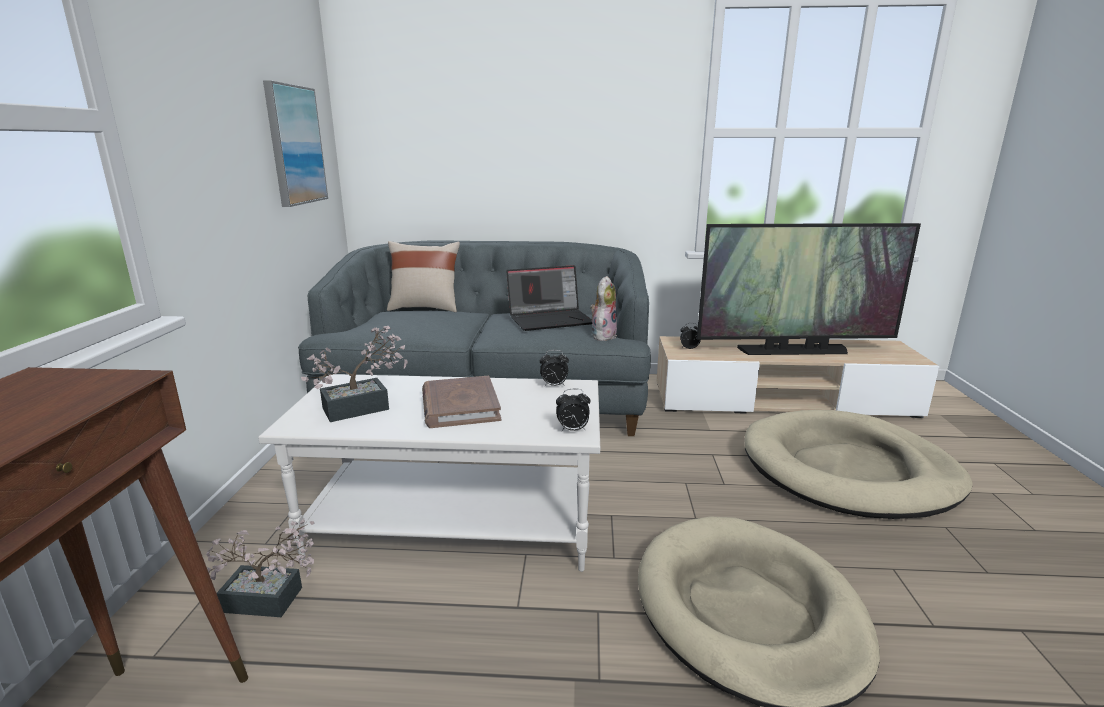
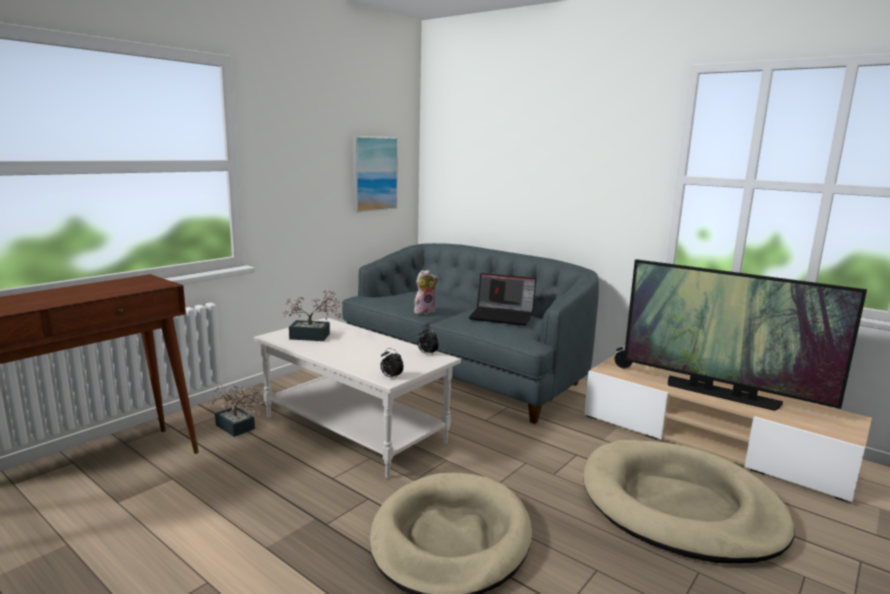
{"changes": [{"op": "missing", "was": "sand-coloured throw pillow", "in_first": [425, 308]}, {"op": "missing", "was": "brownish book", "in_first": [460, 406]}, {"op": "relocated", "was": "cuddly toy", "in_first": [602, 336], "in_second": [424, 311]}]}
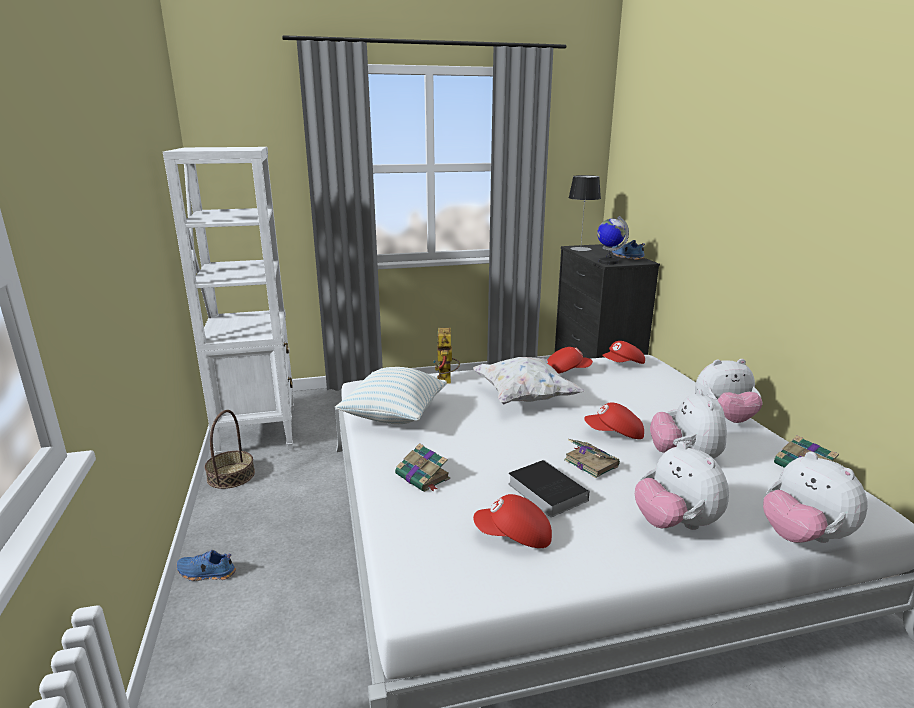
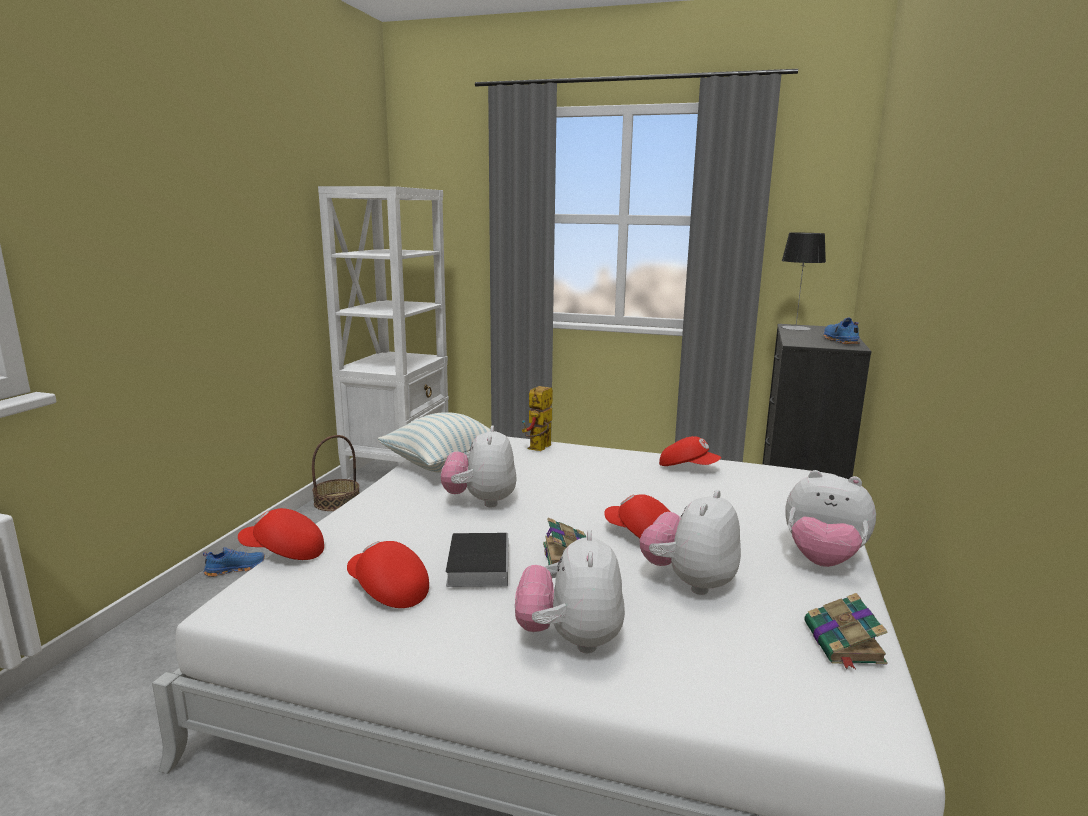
{"changes": [{"op": "missing", "was": "book", "in_first": [423, 477]}, {"op": "missing", "was": "white-coloured throw pillow", "in_first": [524, 397]}, {"op": "missing", "was": "desk globe", "in_first": [608, 262]}, {"op": "relocated", "was": "reddish baseball cap", "in_first": [623, 364], "in_second": [283, 553]}, {"op": "relocated", "was": "cuddly toy", "in_first": [803, 537], "in_second": [481, 501]}, {"op": "spun", "was": "blue-coloured low shoe", "in_first": [206, 574], "in_second": [235, 568], "clockwise": 120}]}
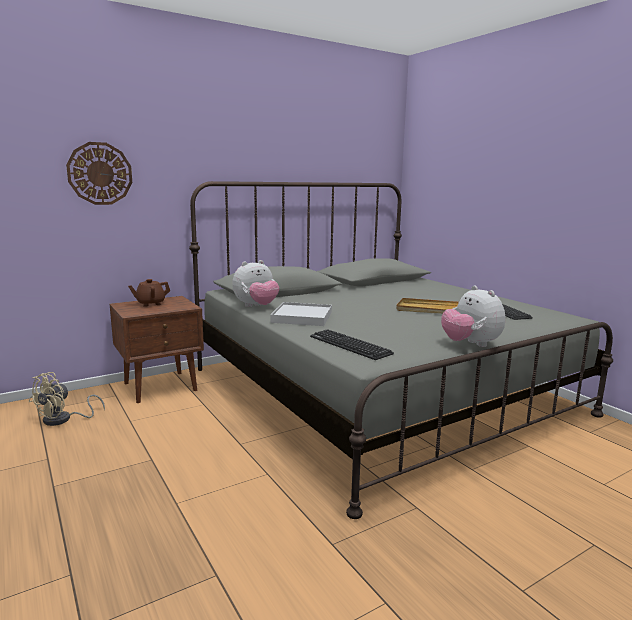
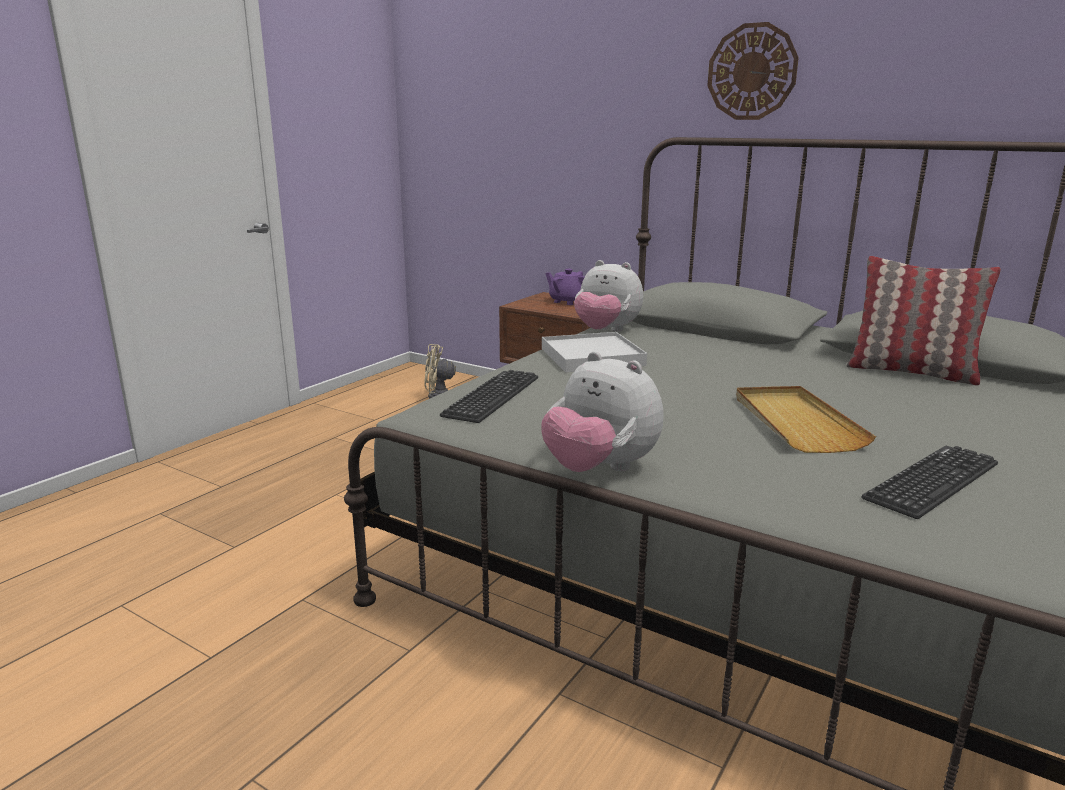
{"changes": [{"op": "appeared", "now": "throw pillow", "in_second": [911, 372]}, {"op": "relocated", "was": "hanging clock", "in_first": [100, 173], "in_second": [752, 72]}, {"op": "colour", "was": "brownish pot for tea", "now": "purple pot for tea", "in_first": [150, 303], "in_second": [567, 301]}, {"op": "spun", "was": "cuddly toy", "in_first": [470, 344], "in_second": [600, 469], "clockwise": -90}]}
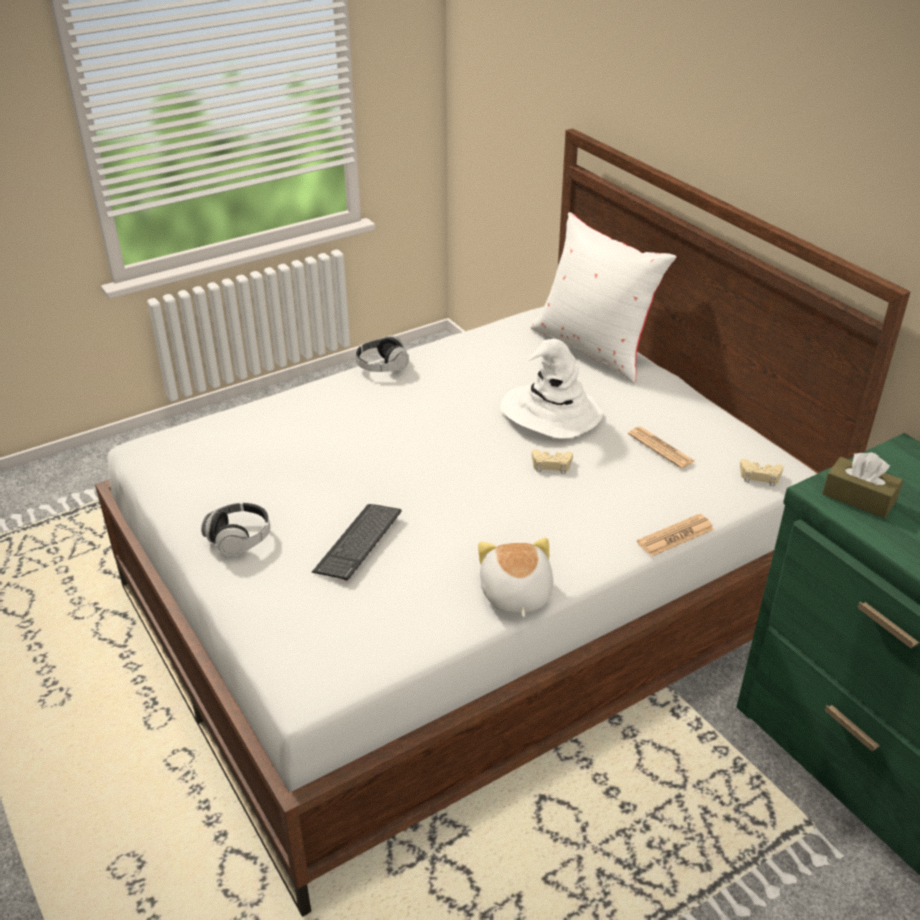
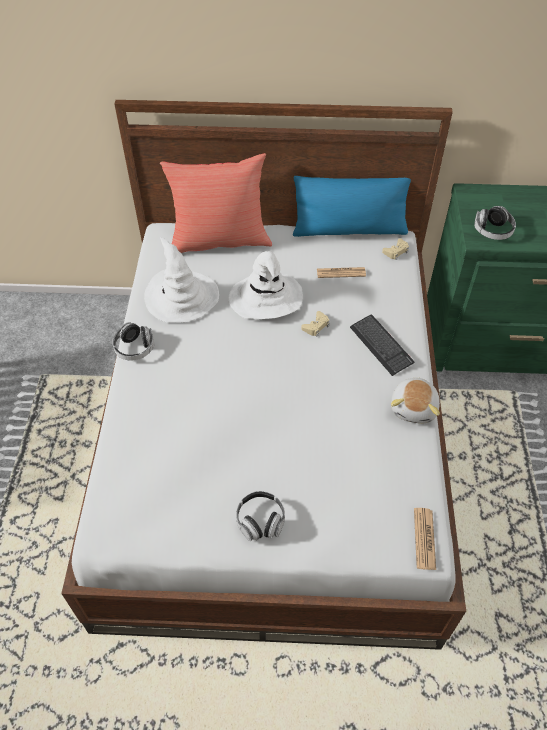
{"changes": [{"op": "appeared", "now": "white-coloured hat", "in_second": [181, 297]}, {"op": "appeared", "now": "blue-coloured throw pillow", "in_second": [349, 230]}, {"op": "relocated", "was": "keyboard", "in_first": [358, 543], "in_second": [381, 345]}, {"op": "relocated", "was": "daily paper", "in_first": [675, 536], "in_second": [424, 539]}, {"op": "exchanged", "was": "brownish tissue box", "now": "pair of headphones", "in_first": [859, 498], "in_second": [492, 231]}, {"op": "colour", "was": "white-coloured throw pillow", "now": "reddish throw pillow", "in_first": [594, 348], "in_second": [219, 240]}, {"op": "spun", "was": "cuddly toy", "in_first": [515, 595], "in_second": [414, 407], "clockwise": -105}]}
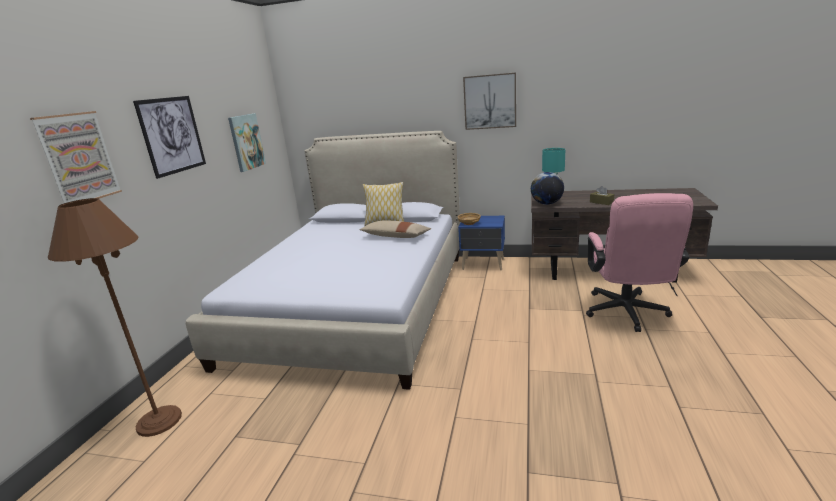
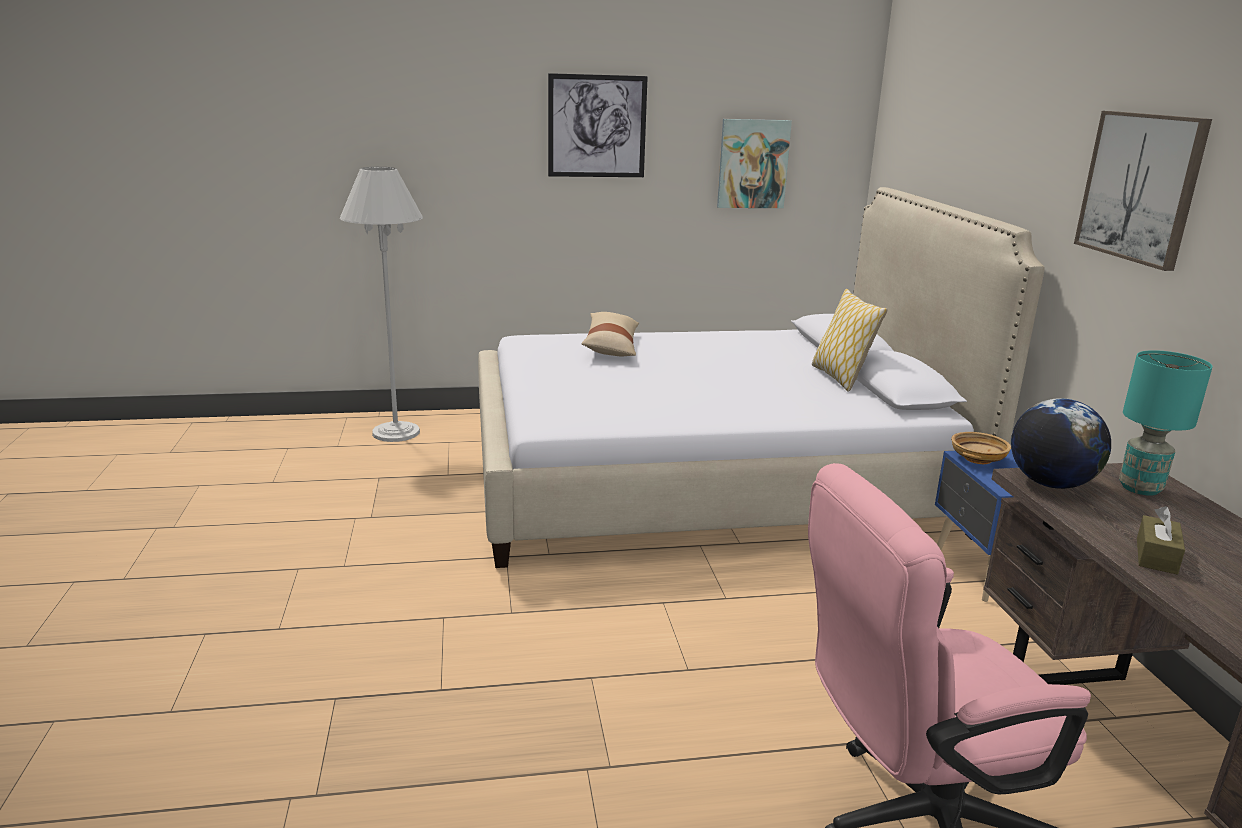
{"changes": [{"op": "missing", "was": "picture", "in_first": [78, 158]}, {"op": "relocated", "was": "sand-coloured throw pillow", "in_first": [395, 236], "in_second": [611, 346]}, {"op": "colour", "was": "brownish standing lamp", "now": "white-coloured standing lamp", "in_first": [159, 421], "in_second": [396, 432]}]}
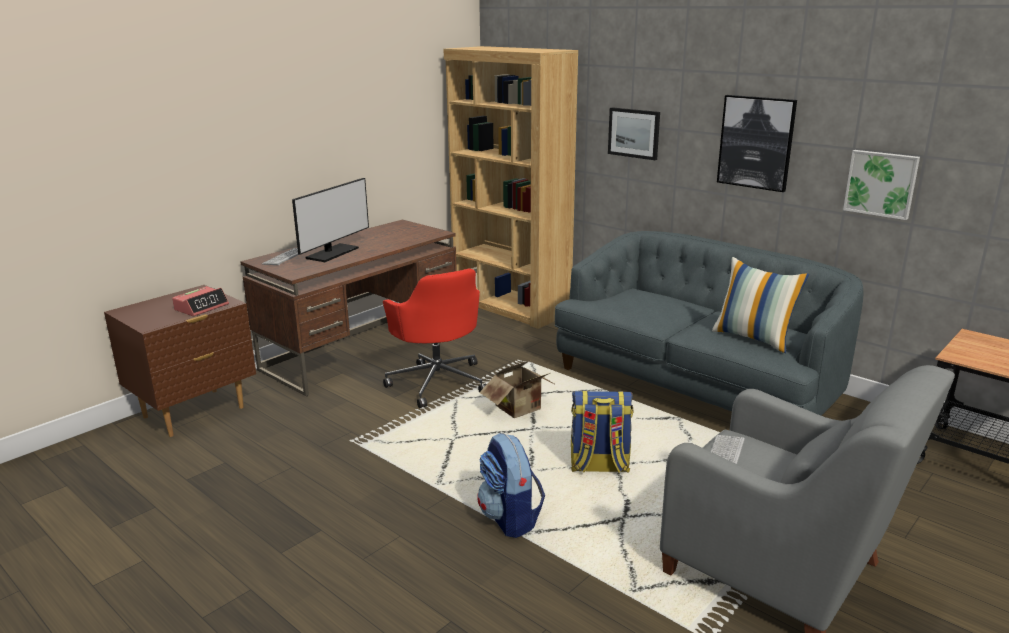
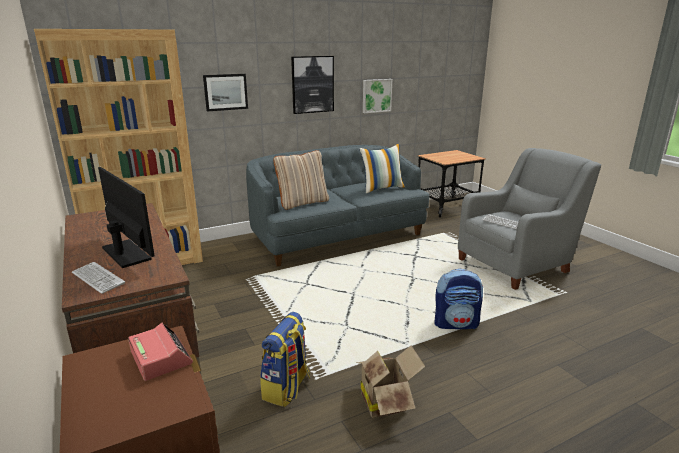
{"changes": [{"op": "missing", "was": "reddish office chair", "in_first": [438, 382]}, {"op": "appeared", "now": "sand-coloured throw pillow", "in_second": [302, 203]}, {"op": "relocated", "was": "packing box", "in_first": [521, 409], "in_second": [386, 401]}, {"op": "relocated", "was": "knapsack", "in_first": [599, 466], "in_second": [287, 388]}]}
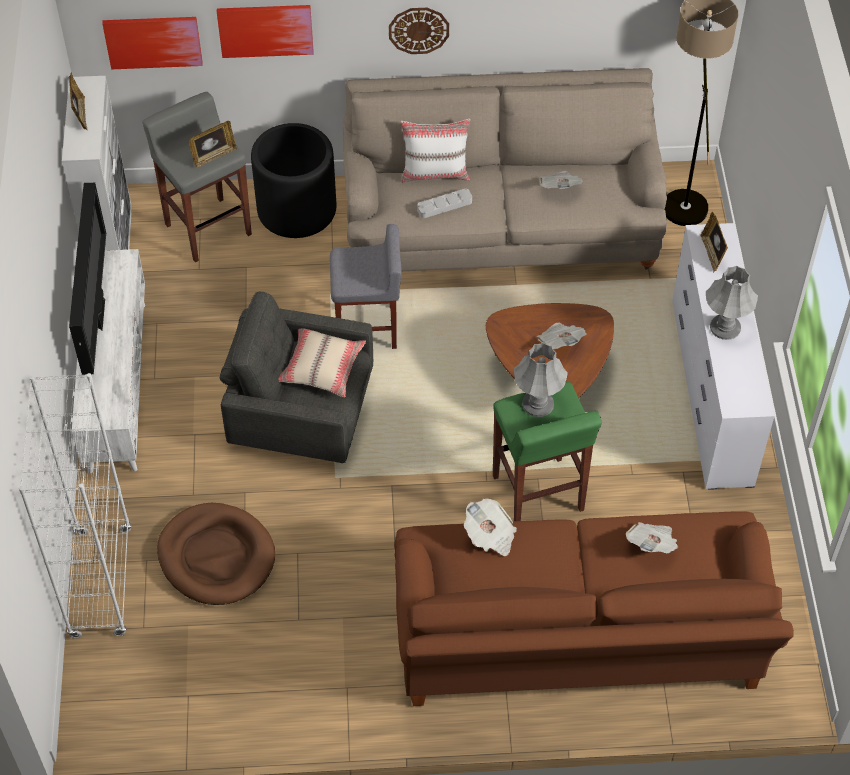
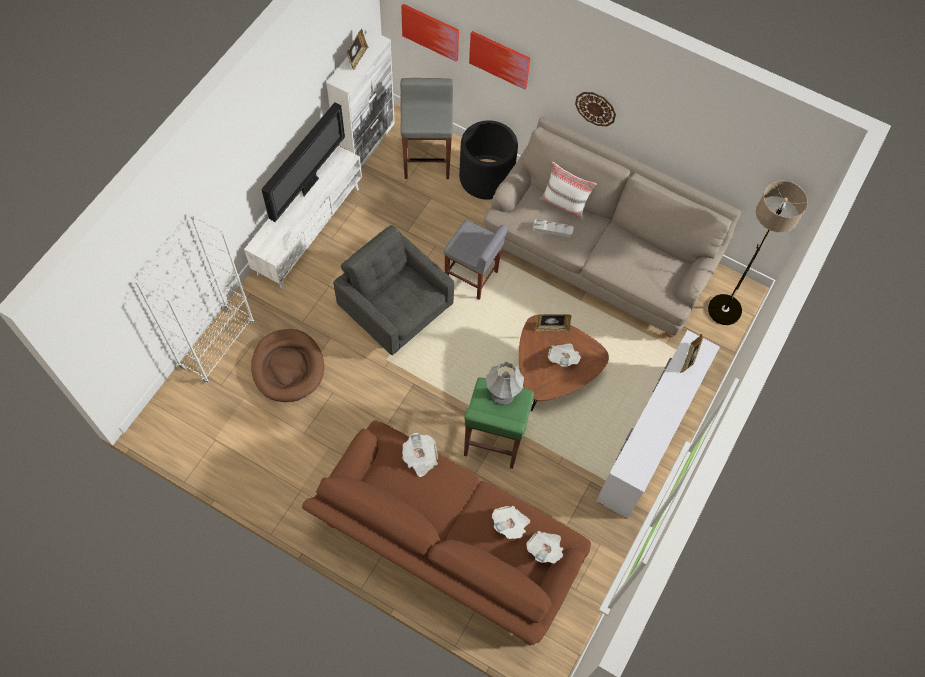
{"changes": [{"op": "missing", "was": "sand-coloured throw pillow", "in_first": [322, 367]}, {"op": "missing", "was": "gray table lamp", "in_first": [725, 327]}, {"op": "relocated", "was": "photo frame", "in_first": [213, 156], "in_second": [551, 328]}, {"op": "relocated", "was": "daily paper", "in_first": [560, 188], "in_second": [545, 549]}]}
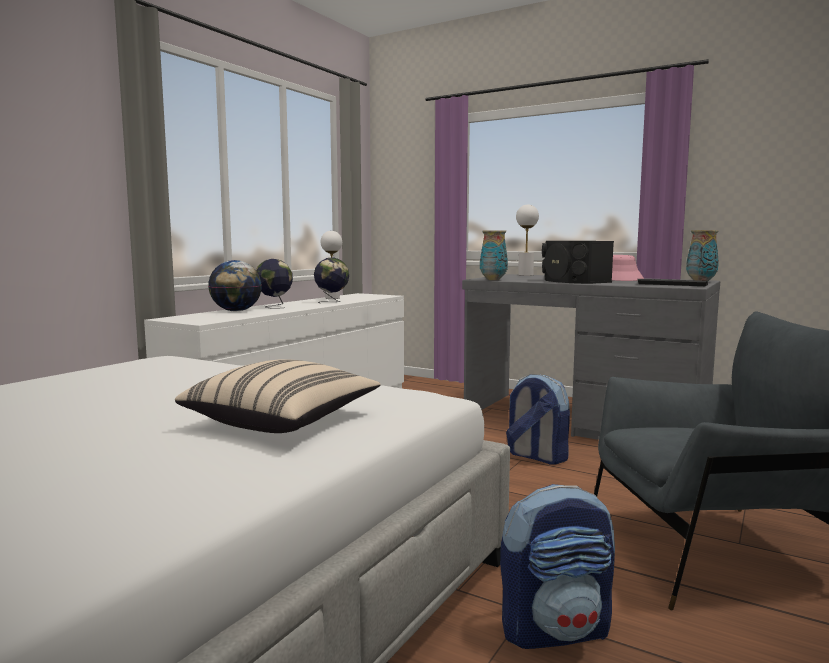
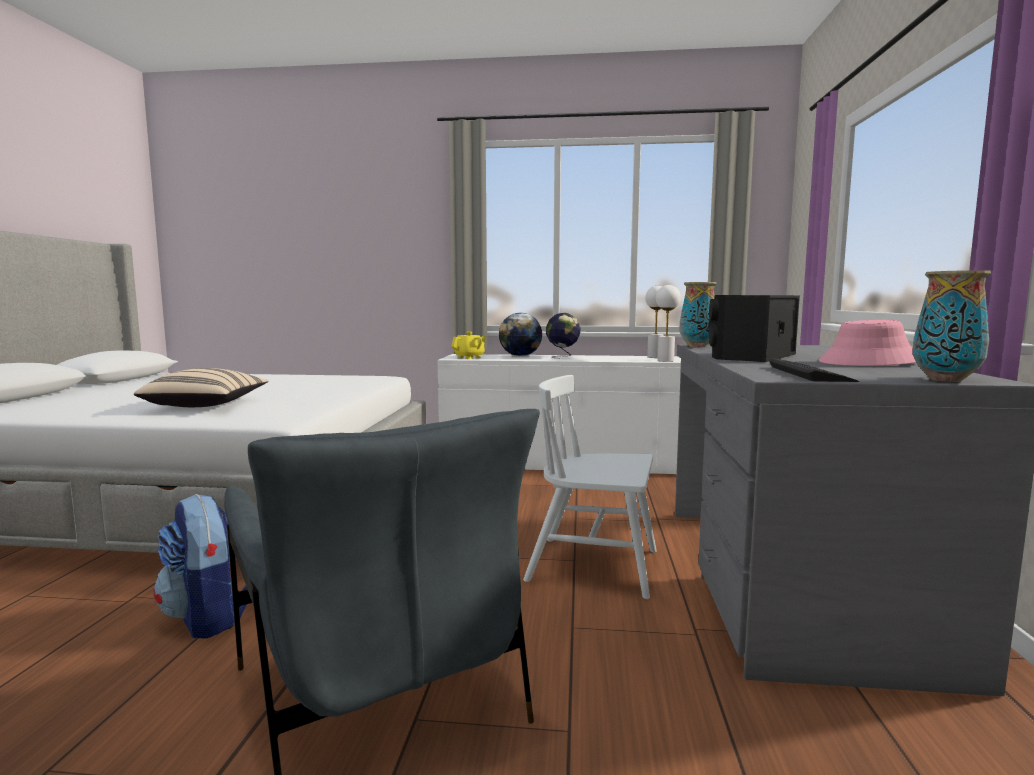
{"changes": [{"op": "missing", "was": "desk globe", "in_first": [332, 302]}, {"op": "appeared", "now": "yellowish pot for tea", "in_second": [469, 357]}, {"op": "relocated", "was": "white-coloured table lamp", "in_first": [525, 275], "in_second": [666, 361]}, {"op": "exchanged", "was": "knapsack", "now": "white-coloured chair", "in_first": [536, 456], "in_second": [594, 566]}]}
